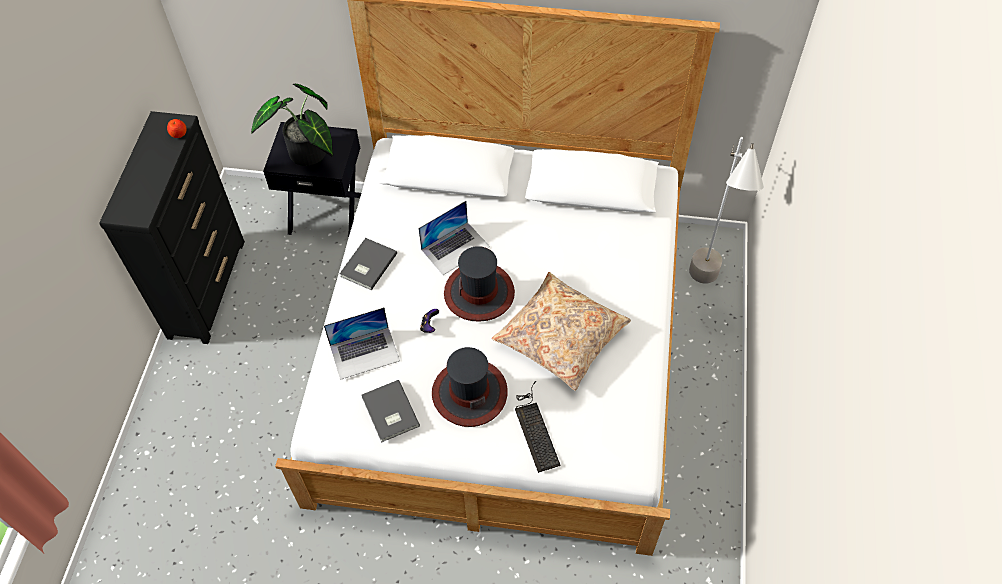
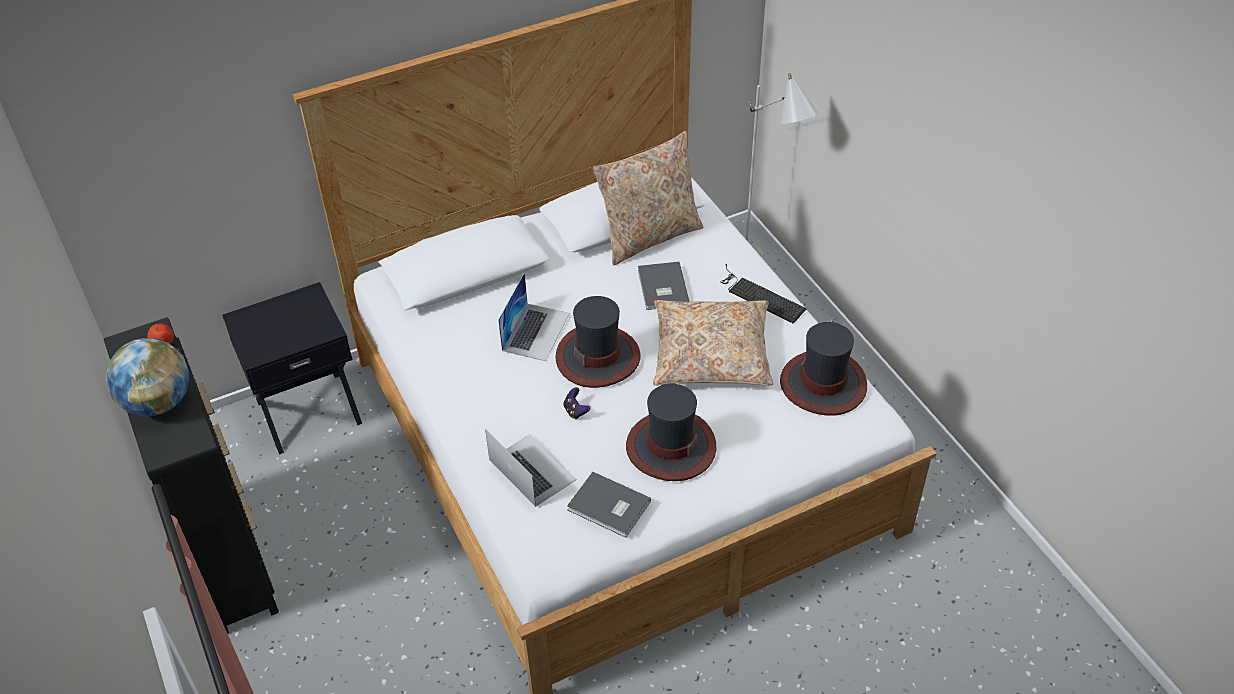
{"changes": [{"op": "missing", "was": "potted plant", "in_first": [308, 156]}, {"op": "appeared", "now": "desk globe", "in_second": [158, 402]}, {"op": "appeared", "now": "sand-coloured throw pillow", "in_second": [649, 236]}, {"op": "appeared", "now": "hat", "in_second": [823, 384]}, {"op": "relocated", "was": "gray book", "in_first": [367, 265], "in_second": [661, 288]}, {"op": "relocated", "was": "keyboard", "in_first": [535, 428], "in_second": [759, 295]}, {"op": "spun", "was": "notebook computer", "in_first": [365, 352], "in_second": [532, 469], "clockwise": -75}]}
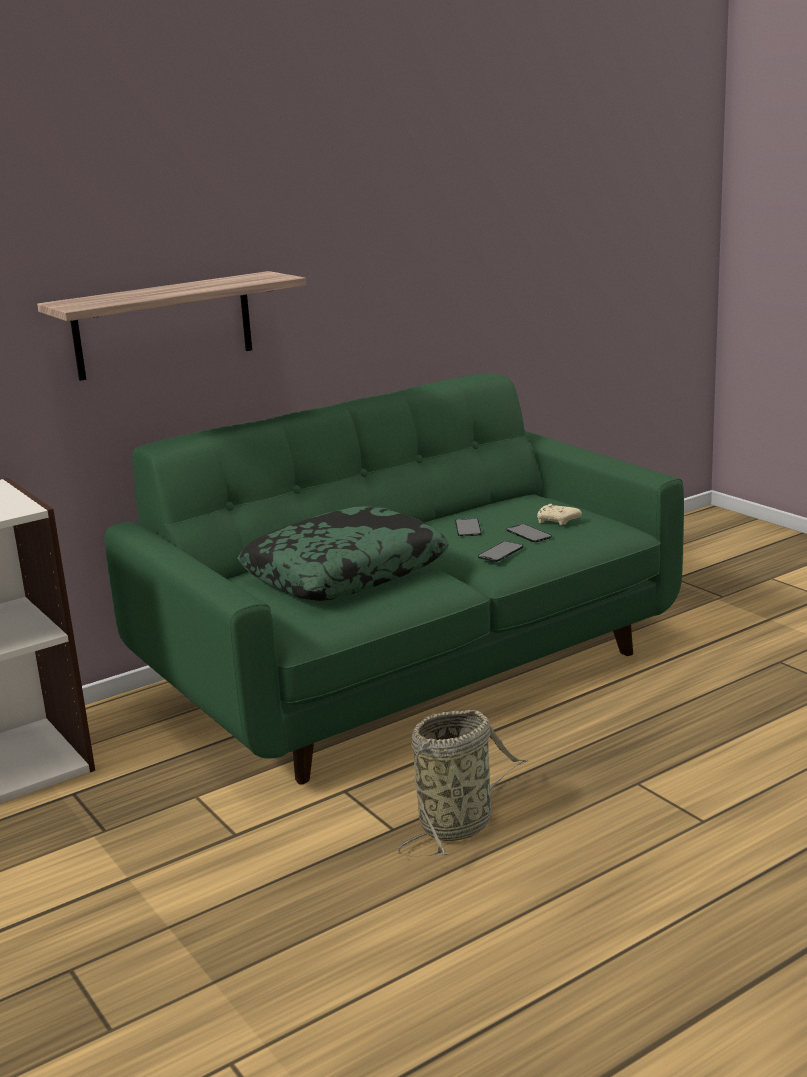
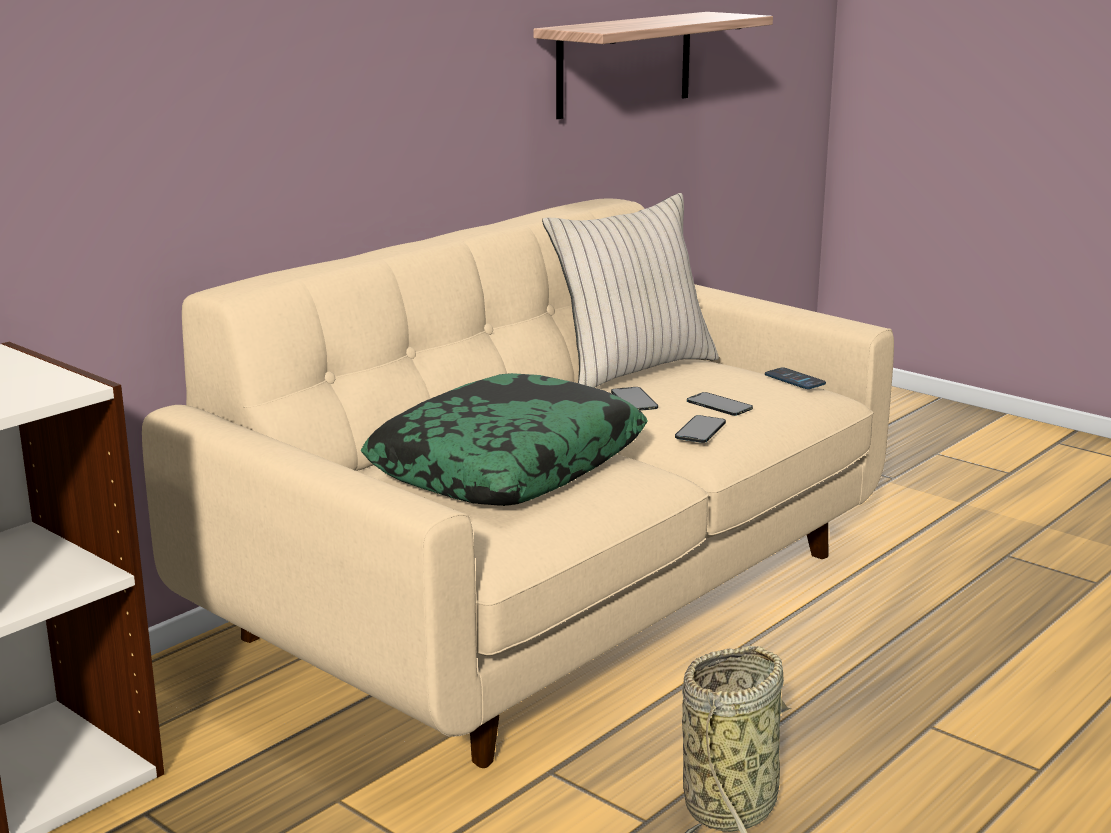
{"changes": [{"op": "missing", "was": "sand-coloured game controller", "in_first": [557, 522]}, {"op": "appeared", "now": "sand-coloured throw pillow", "in_second": [631, 369]}, {"op": "appeared", "now": "phone", "in_second": [794, 380]}, {"op": "relocated", "was": "shelf", "in_first": [163, 325], "in_second": [625, 64]}, {"op": "colour", "was": "greenish sofa", "now": "sand-coloured sofa", "in_first": [411, 670], "in_second": [554, 595]}]}
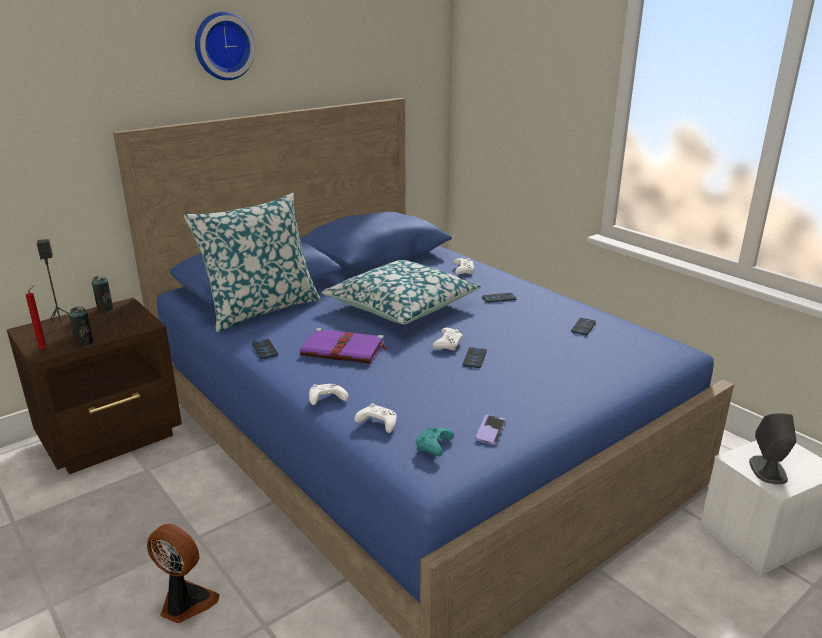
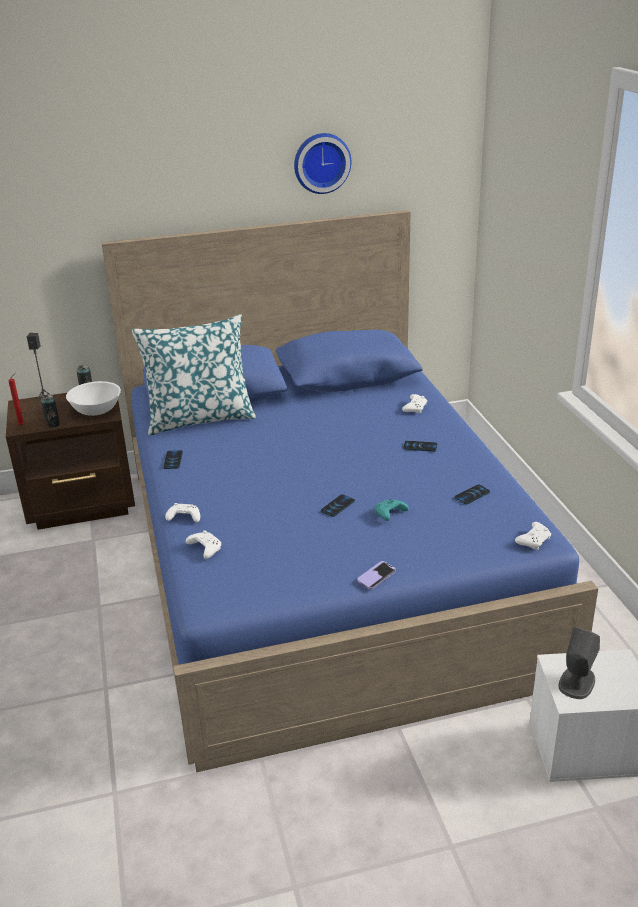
{"changes": [{"op": "missing", "was": "electric fan", "in_first": [185, 603]}, {"op": "missing", "was": "purple book", "in_first": [344, 350]}, {"op": "missing", "was": "throw pillow", "in_first": [401, 306]}, {"op": "appeared", "now": "white-coloured serving bowl", "in_second": [96, 410]}, {"op": "relocated", "was": "hanging clock", "in_first": [223, 46], "in_second": [321, 162]}, {"op": "relocated", "was": "blue-green game controller", "in_first": [434, 447], "in_second": [389, 514]}, {"op": "relocated", "was": "white-coloured game controller", "in_first": [448, 344], "in_second": [534, 541]}, {"op": "relocated", "was": "phone", "in_first": [490, 431], "in_second": [376, 576]}]}
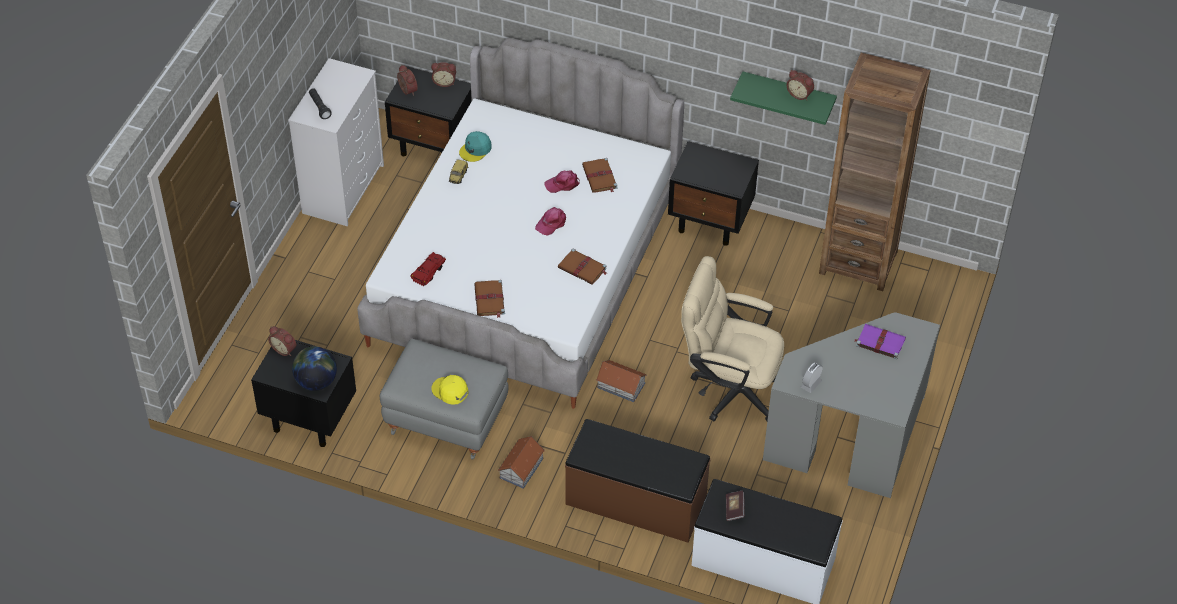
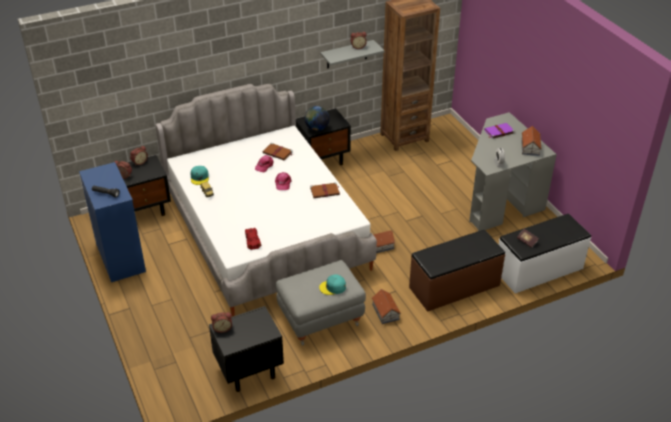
{"changes": [{"op": "missing", "was": "brownish book", "in_first": [489, 300]}, {"op": "missing", "was": "sand-coloured office chair", "in_first": [729, 388]}, {"op": "appeared", "now": "model house", "in_second": [530, 147]}, {"op": "relocated", "was": "desk globe", "in_first": [316, 381], "in_second": [317, 129]}, {"op": "colour", "was": "white-coloured chest of drawers", "now": "blue-coloured chest of drawers", "in_first": [343, 188], "in_second": [120, 257]}, {"op": "colour", "was": "yellowish baseball cap", "now": "blue-green baseball cap", "in_first": [450, 391], "in_second": [333, 287]}, {"op": "colour", "was": "greenish shelf", "now": "gray shelf", "in_first": [788, 95], "in_second": [347, 54]}]}
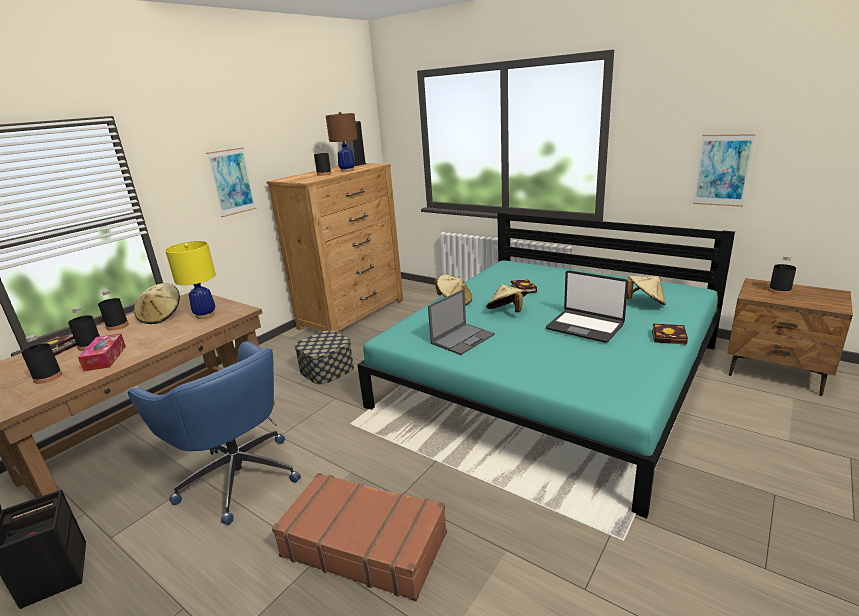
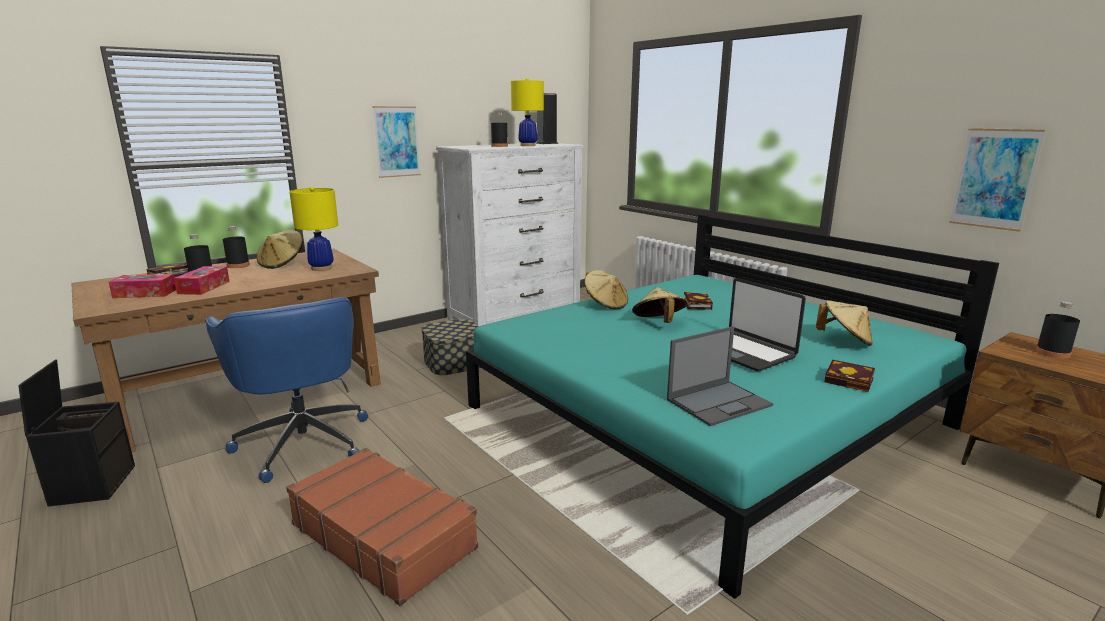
{"changes": [{"op": "relocated", "was": "notebook computer", "in_first": [463, 338], "in_second": [719, 402]}, {"op": "exchanged", "was": "black bottle", "now": "tissue box", "in_first": [48, 377], "in_second": [145, 293]}, {"op": "colour", "was": "brownish chest of drawers", "now": "white-coloured chest of drawers", "in_first": [353, 314], "in_second": [515, 315]}, {"op": "colour", "was": "brownish table lamp", "now": "yellowish table lamp", "in_first": [347, 170], "in_second": [528, 145]}]}
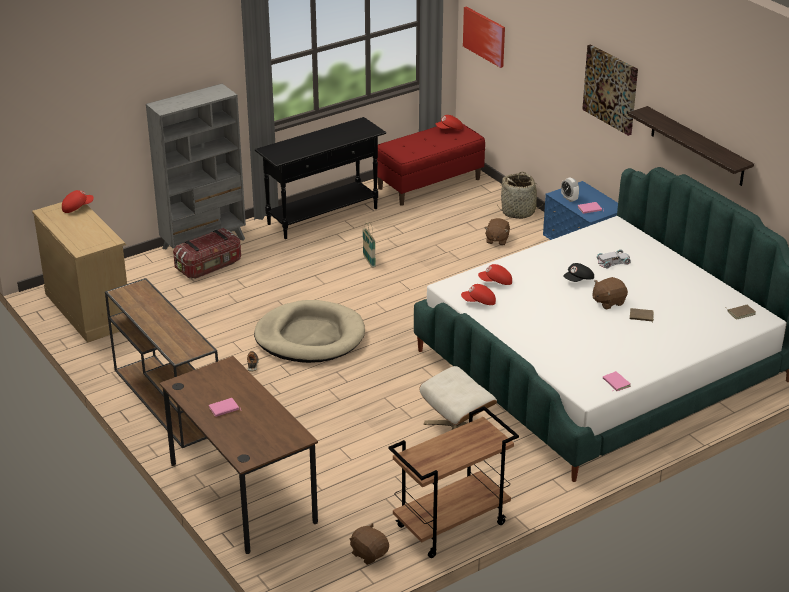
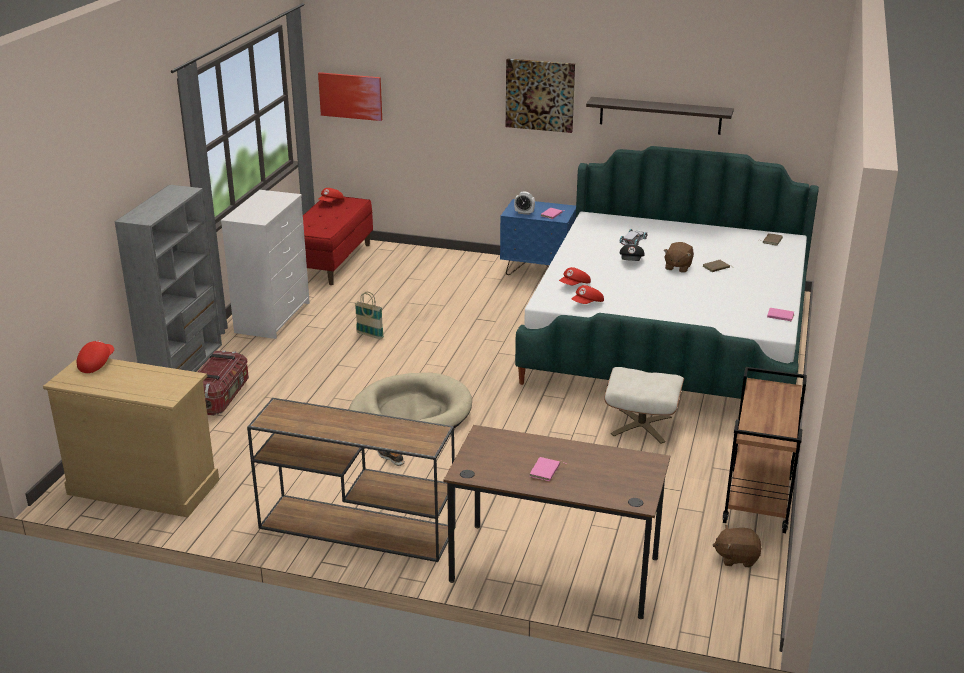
{"changes": [{"op": "missing", "was": "brownish cuddly toy", "in_first": [497, 240]}, {"op": "missing", "was": "household basket", "in_first": [518, 212]}, {"op": "exchanged", "was": "black narrow table", "now": "white-coloured chest of drawers", "in_first": [323, 216], "in_second": [273, 317]}]}
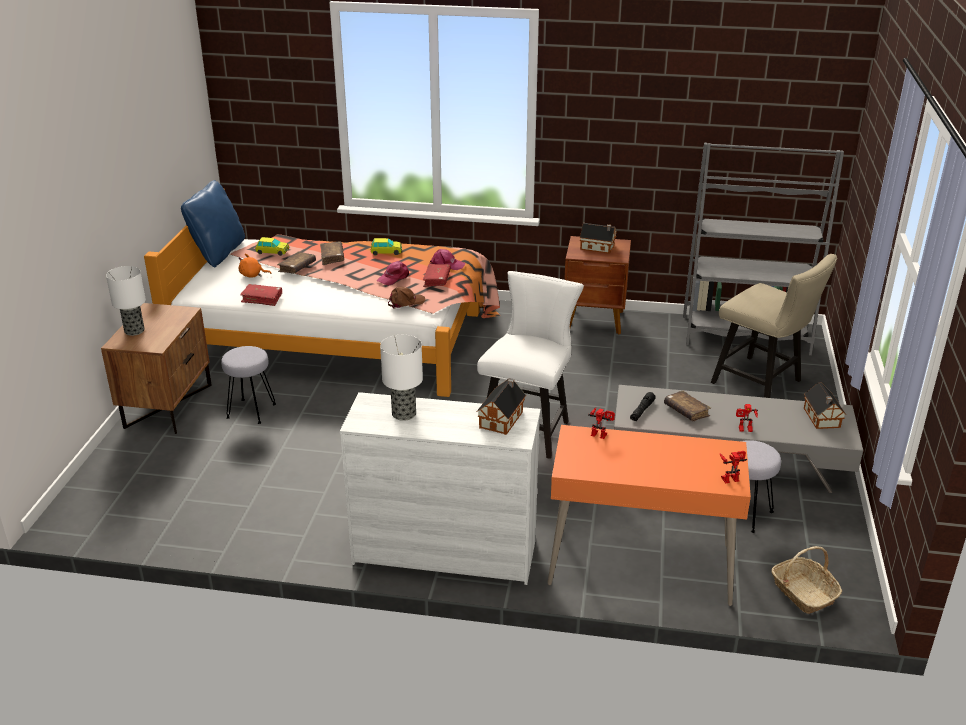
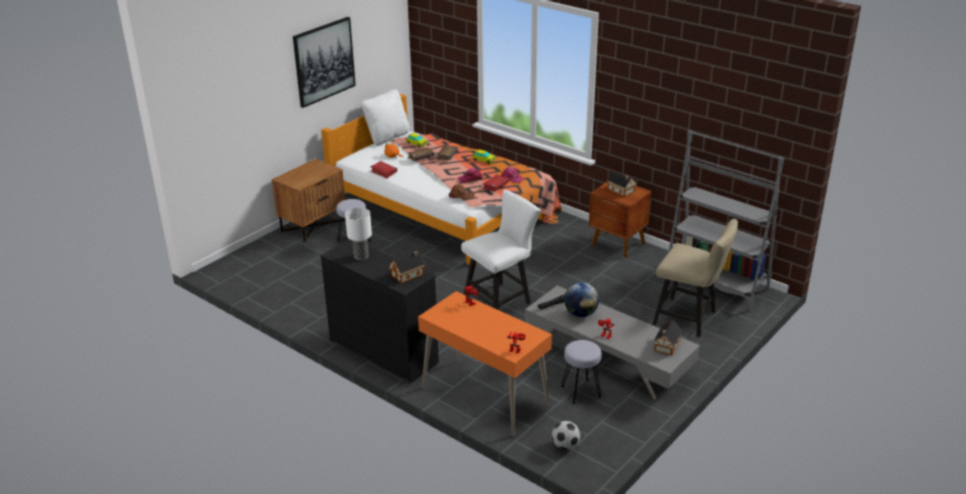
{"changes": [{"op": "missing", "was": "table lamp", "in_first": [134, 331]}, {"op": "appeared", "now": "picture", "in_second": [324, 61]}, {"op": "exchanged", "was": "brownish book", "now": "desk globe", "in_first": [686, 411], "in_second": [580, 314]}, {"op": "exchanged", "was": "household basket", "now": "football ball", "in_first": [803, 592], "in_second": [565, 446]}, {"op": "colour", "was": "blue-coloured throw pillow", "now": "white-coloured throw pillow", "in_first": [218, 253], "in_second": [387, 137]}, {"op": "colour", "was": "white-coloured chest of drawers", "now": "black chest of drawers", "in_first": [445, 552], "in_second": [384, 351]}, {"op": "spun", "was": "sand-coloured chair", "in_first": [762, 383], "in_second": [689, 319], "clockwise": -45}]}
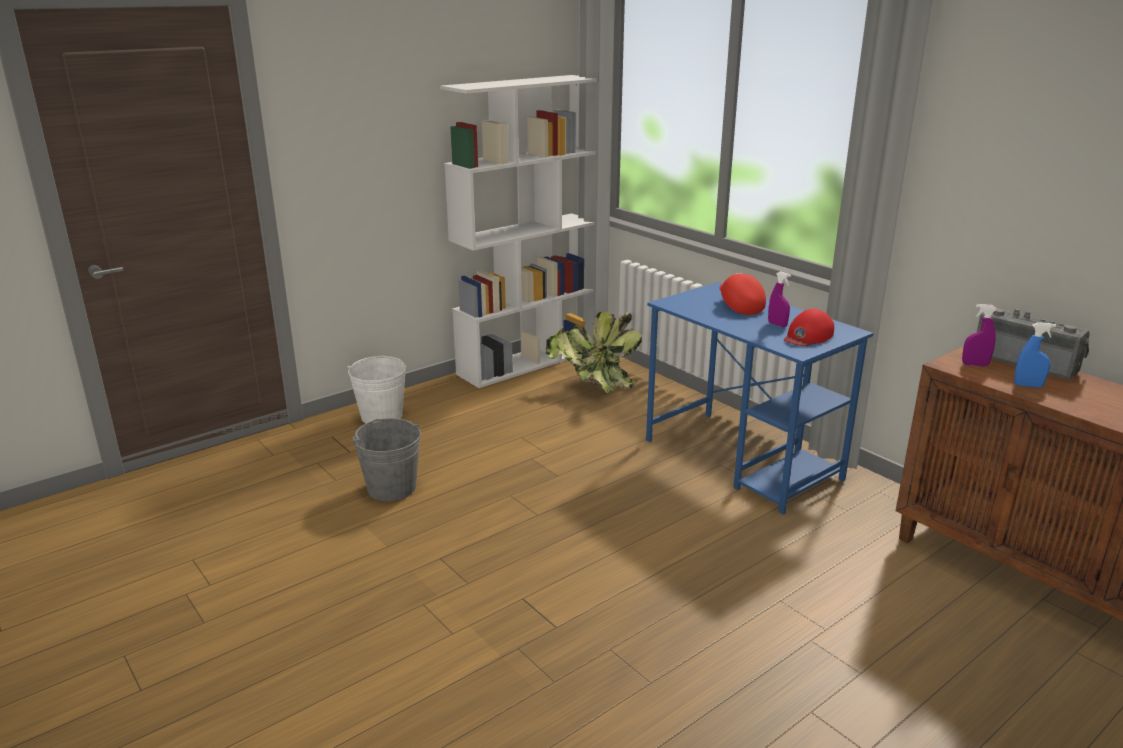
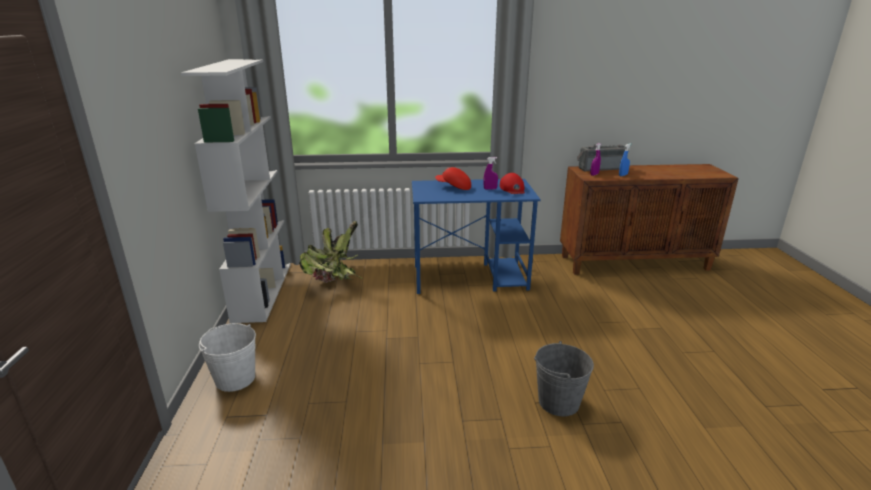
{"changes": [{"op": "relocated", "was": "gray water bucket", "in_first": [392, 488], "in_second": [558, 402]}]}
